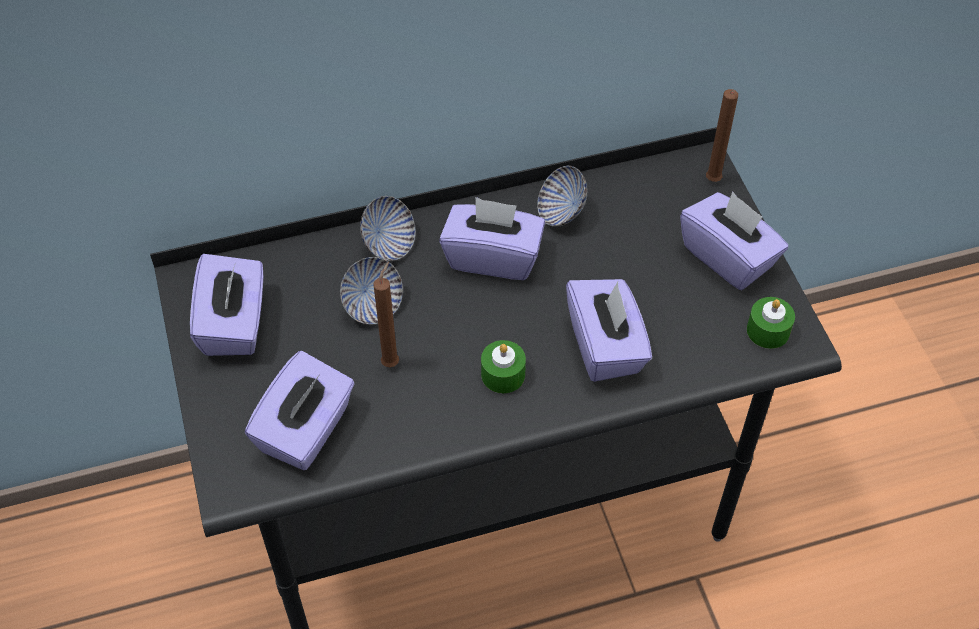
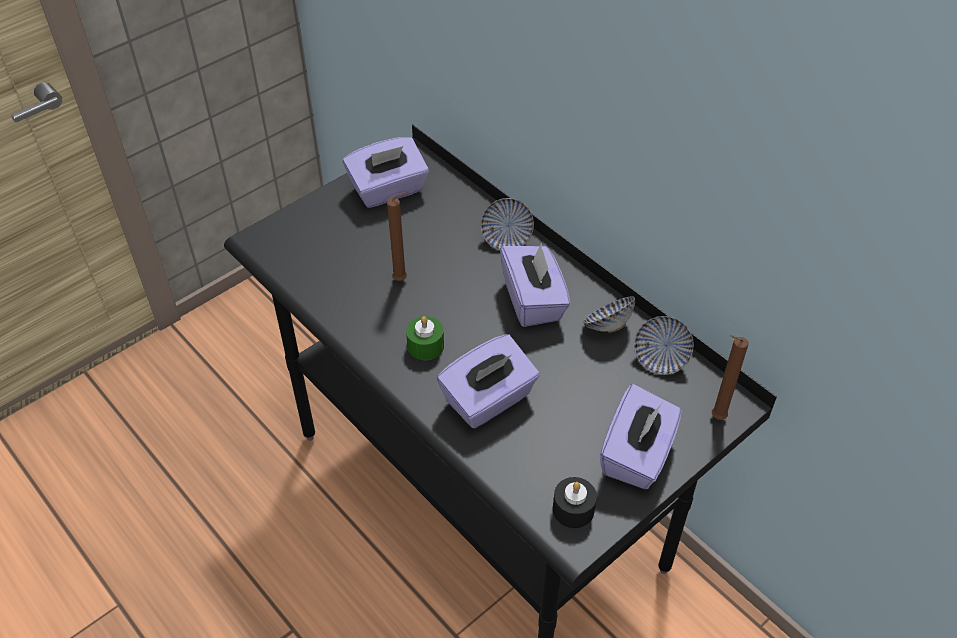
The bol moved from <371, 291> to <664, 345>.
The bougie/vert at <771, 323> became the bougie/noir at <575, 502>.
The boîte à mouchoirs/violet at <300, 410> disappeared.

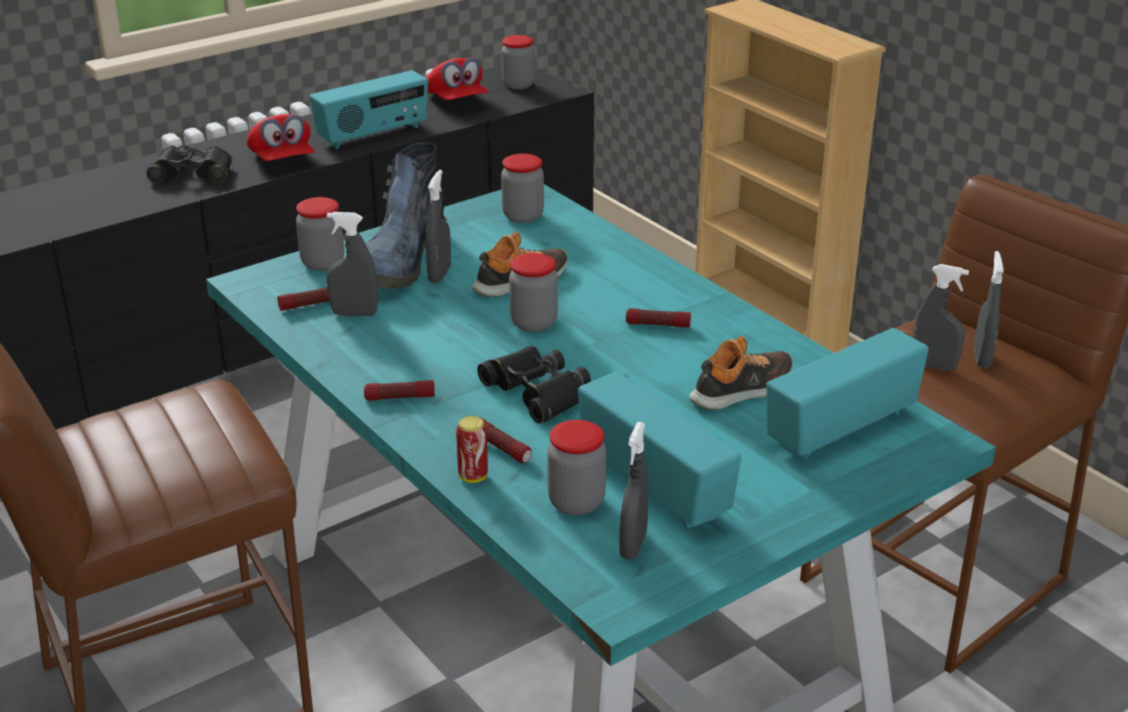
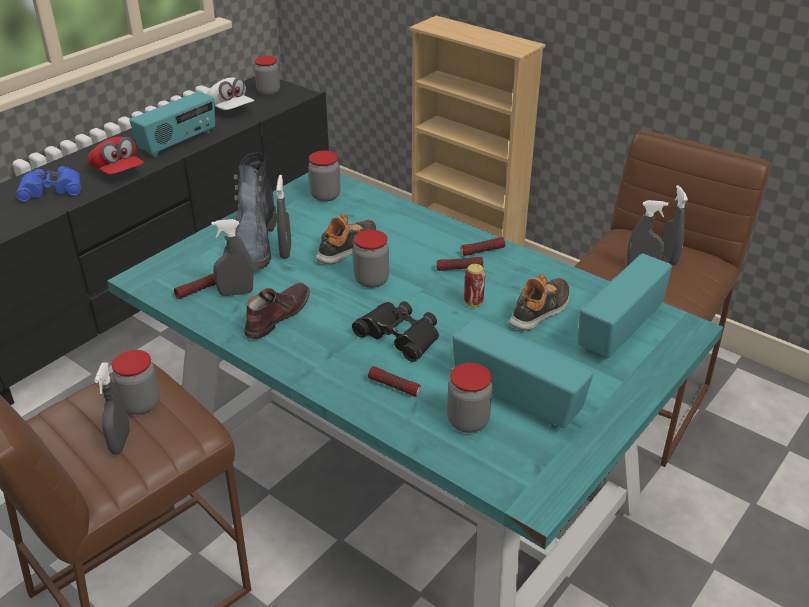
The casquette/rouge at <457, 79> became the casquette/blanc at <229, 93>.
The jumelles/noir at <189, 164> became the jumelles/bleu at <49, 184>.
The bocal moved from <320, 234> to <136, 382>.
The lampe de poche moved from <399, 390> to <482, 246>.
The boîte métallique moved from <472, 449> to <474, 285>.
The vaporisateur/gris moved from <634, 491> to <112, 409>.
The chaussure/marron at <277, 311> appeared.

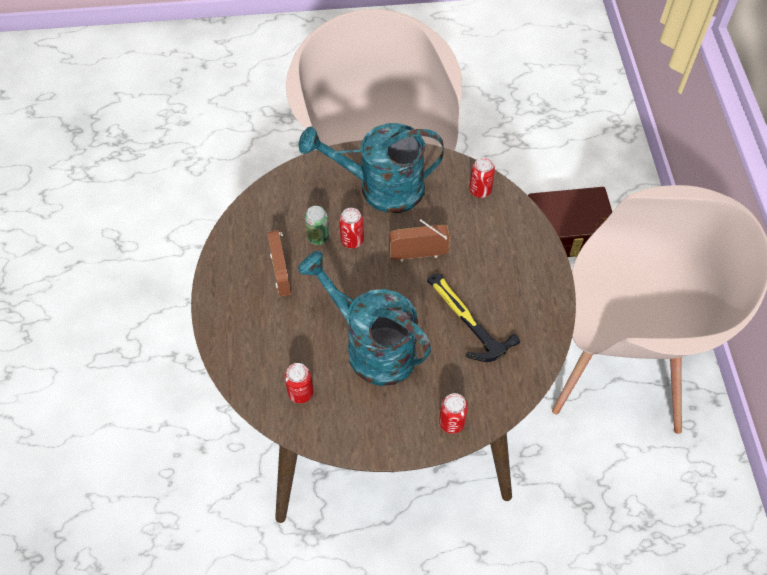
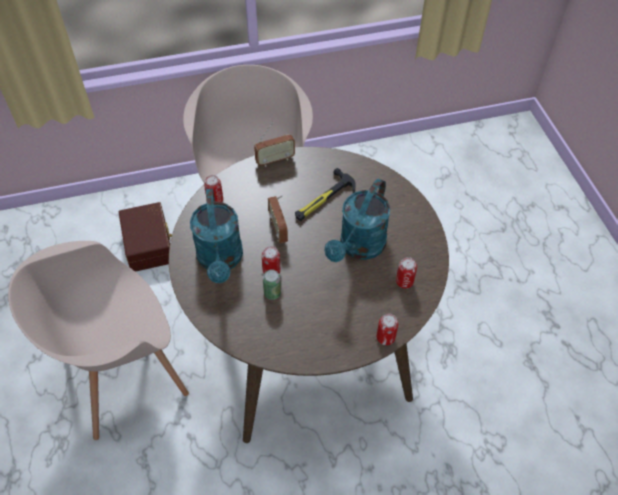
The radio moved from <279, 263> to <274, 144>.
The boîte métallique moved from <453, 413> to <387, 329>.

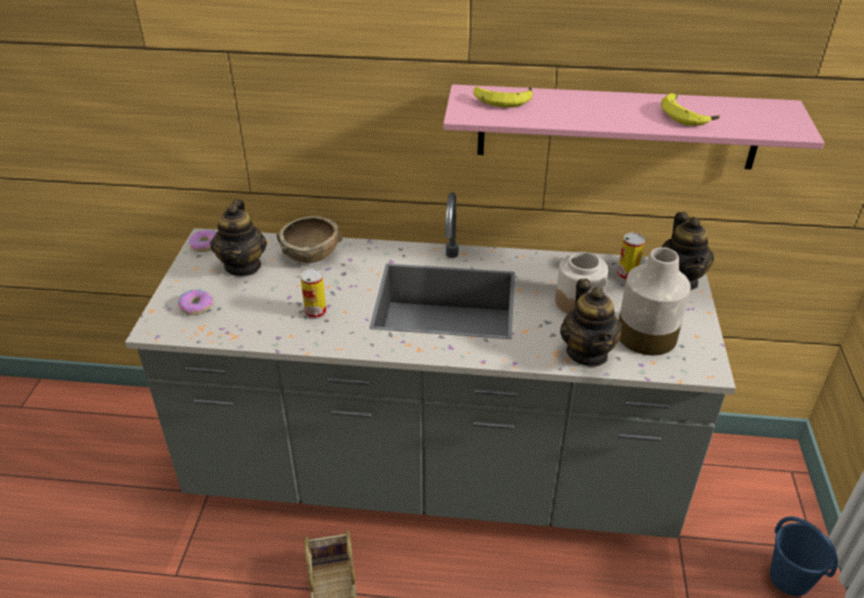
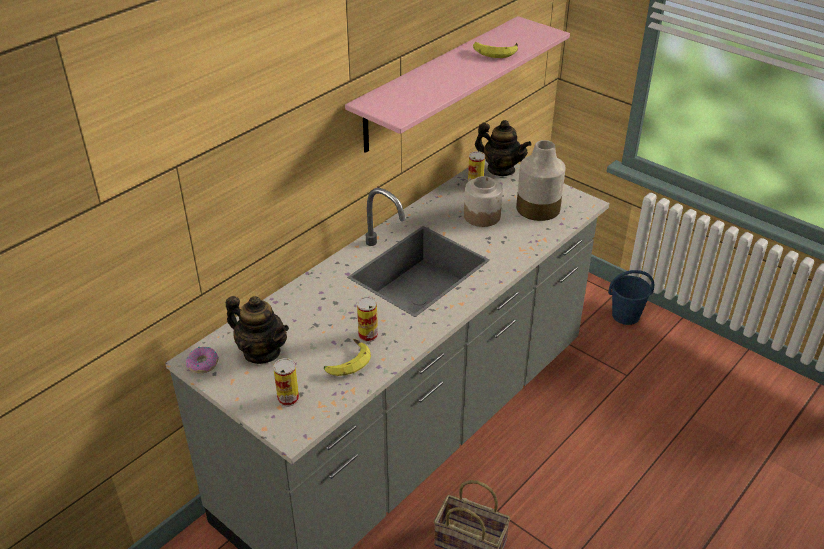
The banane moved from <503, 97> to <347, 357>.
The bol/marron at <309, 239> disappeared.
The théière at <591, 323> disappeared.
The beignet at <195, 302> was replaced by the boîte métallique at <286, 382>.

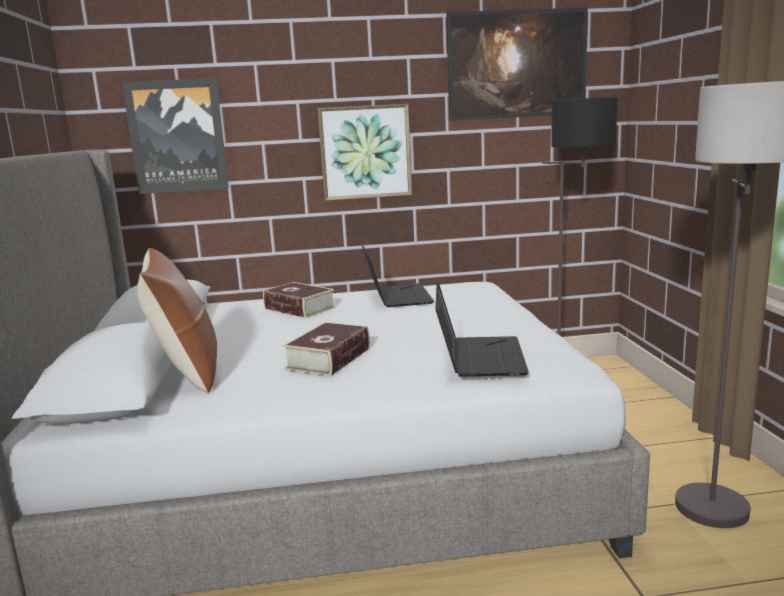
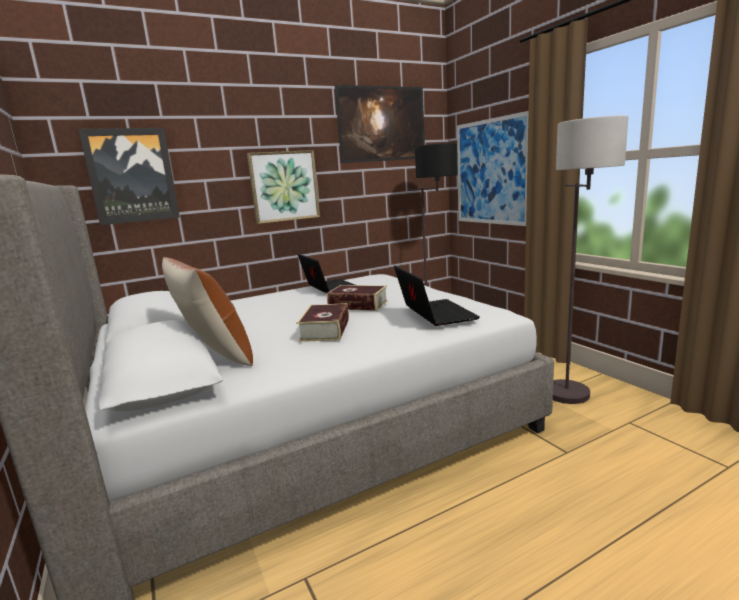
The livre moved from <299, 300> to <357, 298>.
The tableau at <492, 168> appeared.

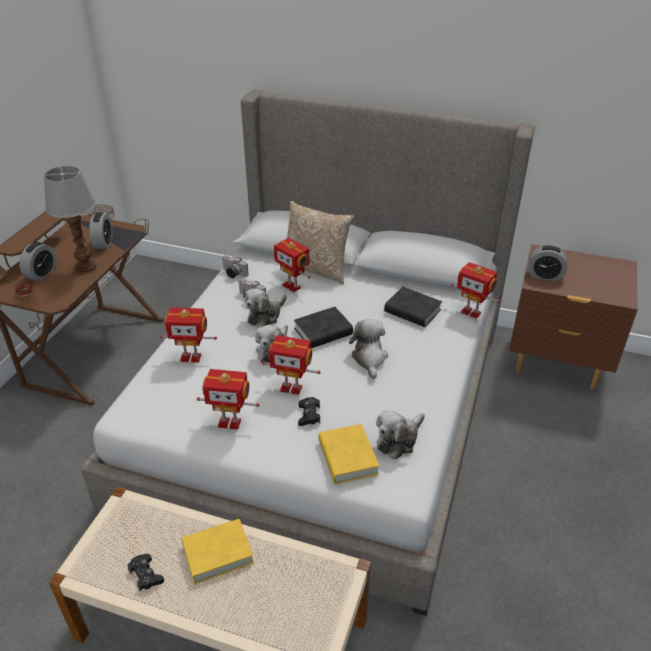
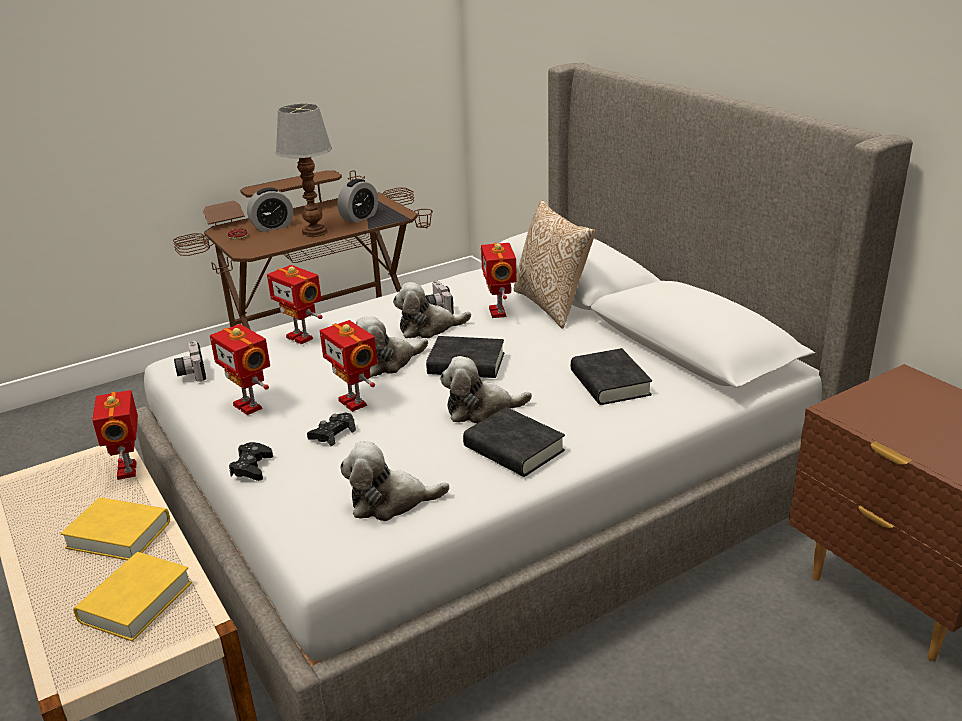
The réveil at <548, 263> disappeared.
The appareil photo moved from <235, 266> to <190, 361>.
The robot jouet moved from <475, 290> to <115, 435>.
The peluche at <368, 349> turned 135 degrees counterclockwise.
The livre/jaune moved from <348, 454> to <132, 597>.
The manette/noir moved from <145, 573> to <251, 461>.
The livre/noir at <514, 442> appeared.

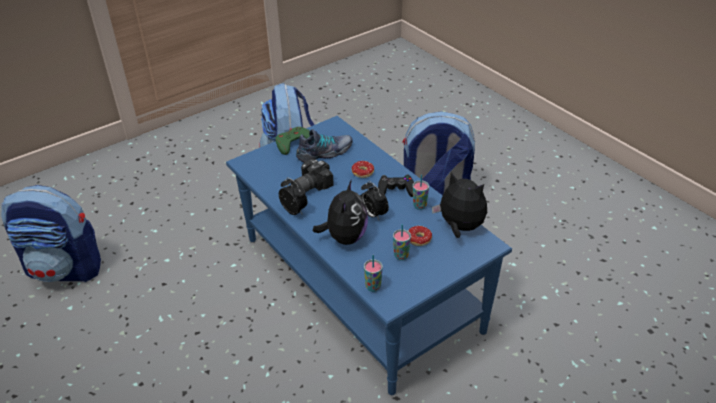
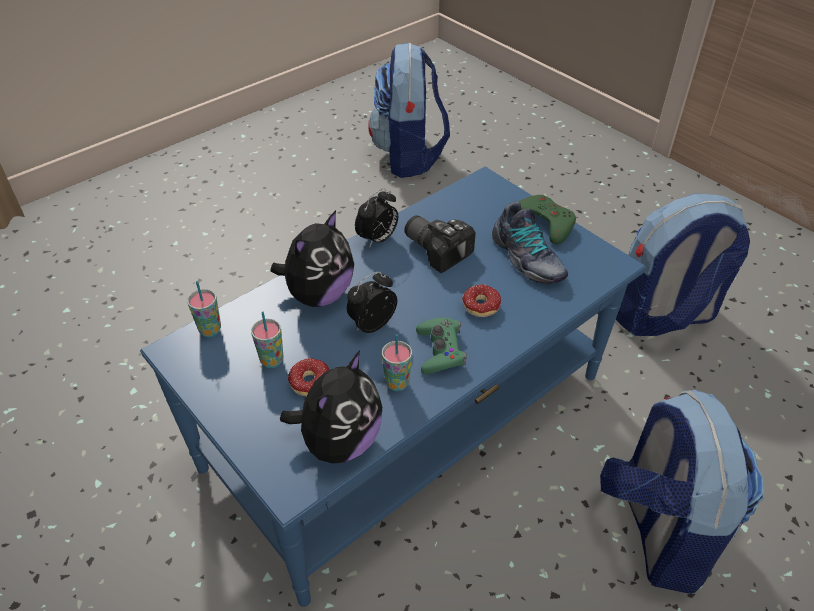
The manette/noir at <396, 186> became the manette/vert at <441, 346>.
The peluche at <340, 212> turned 60 degrees counterclockwise.

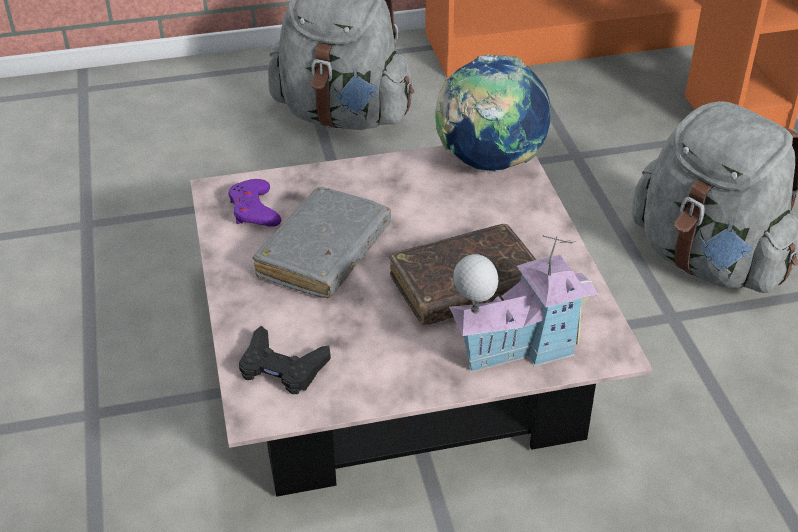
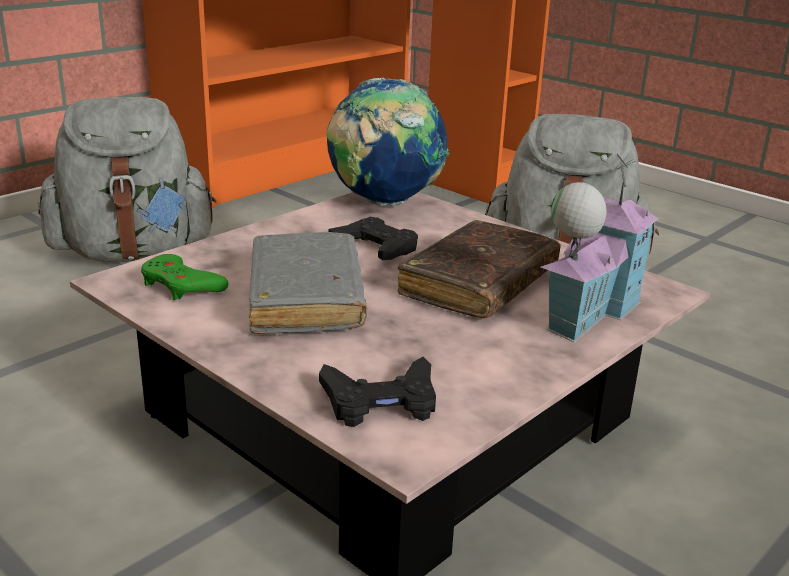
The manette/violet at <254, 203> became the manette/vert at <184, 277>.
The manette/noir at <373, 238> appeared.

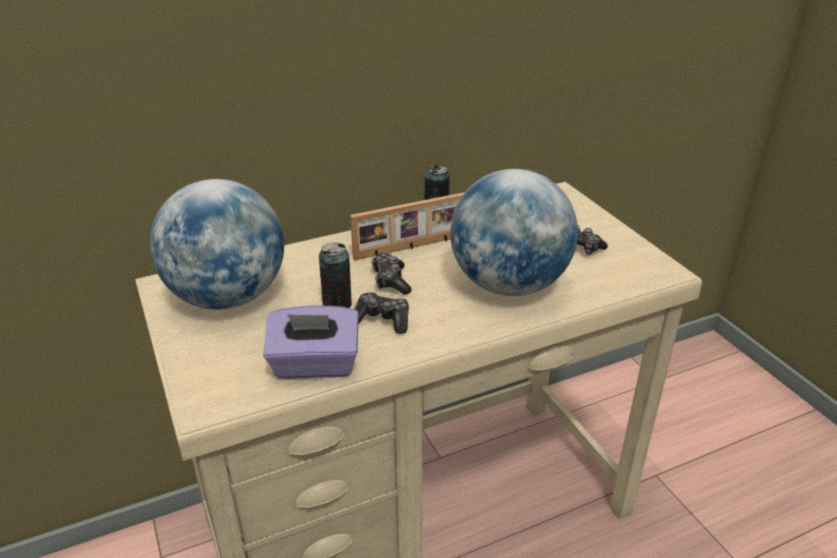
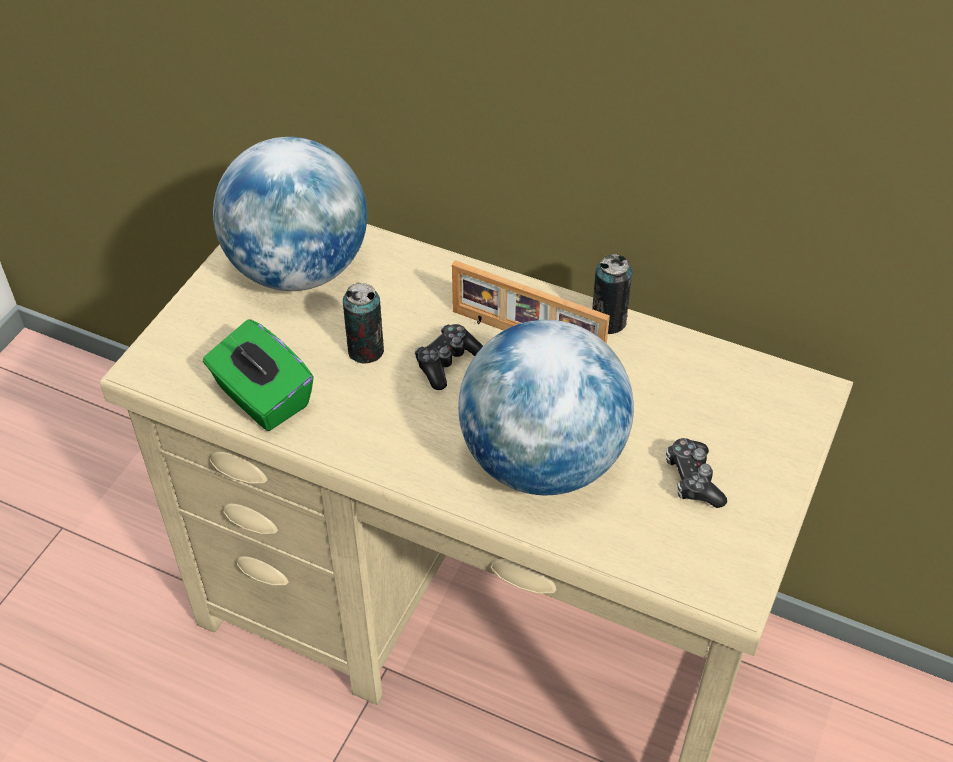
The manette at <381, 313> disappeared.
The boîte à mouchoirs/violet at <311, 342> became the boîte à mouchoirs/vert at <258, 375>.

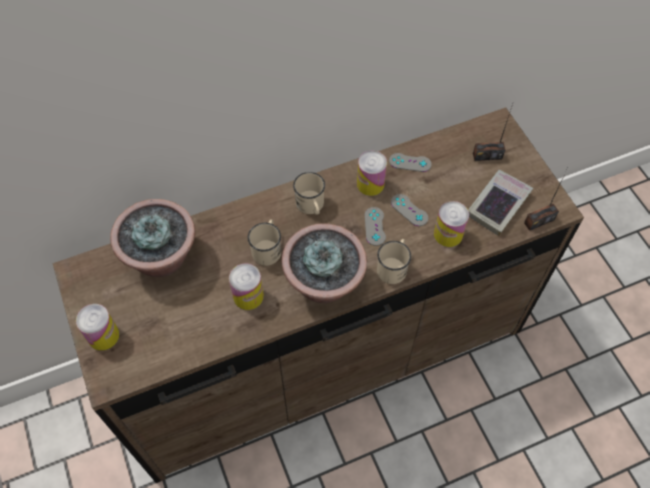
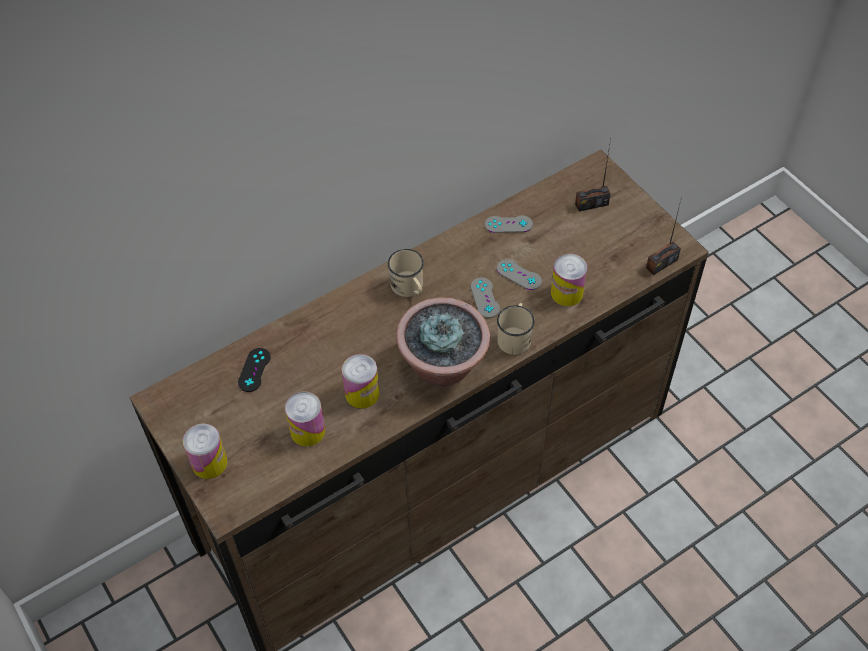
The boîte métallique moved from <372, 173> to <305, 419>.
The livre at <500, 203> disappeared.
The plante en pot at <152, 238> was replaced by the manette/noir at <254, 370>.
The mug/beige at <264, 242> disappeared.

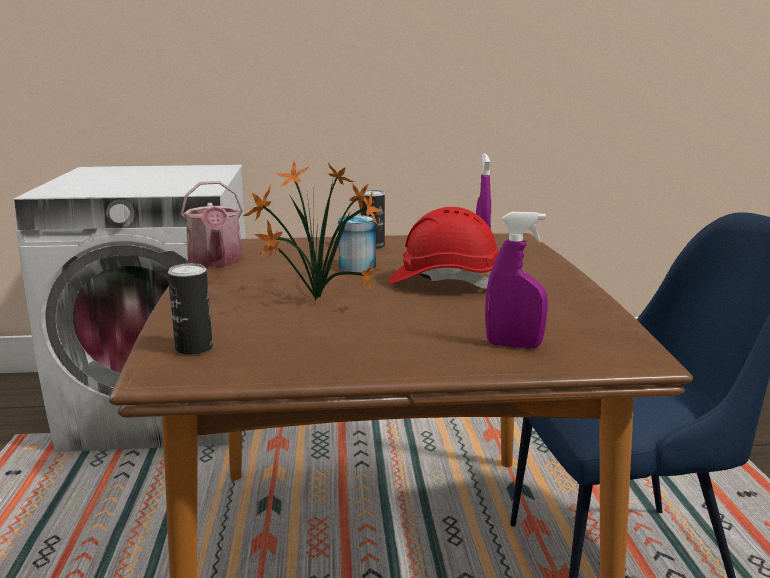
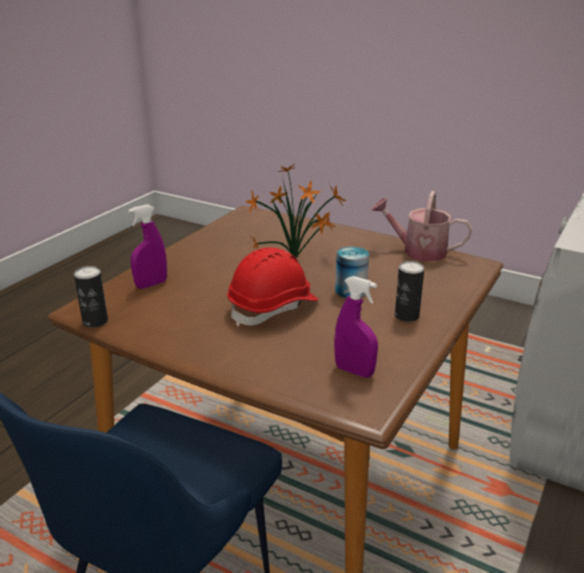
The boîte métallique moved from <190, 309> to <91, 297>.

